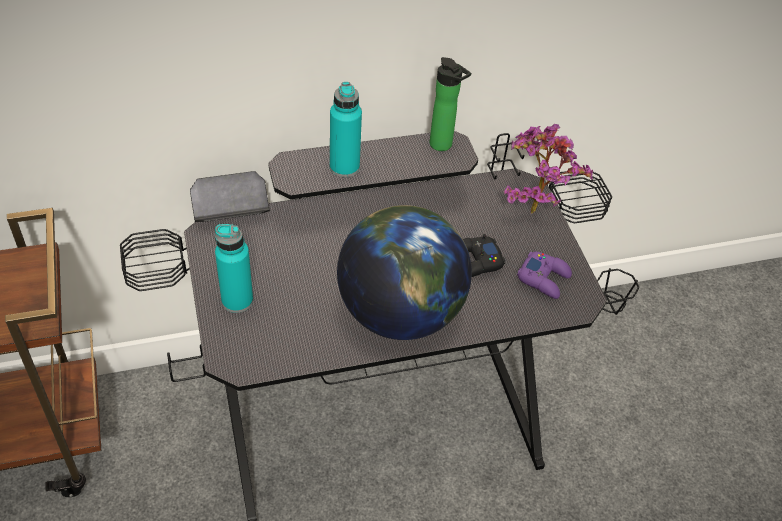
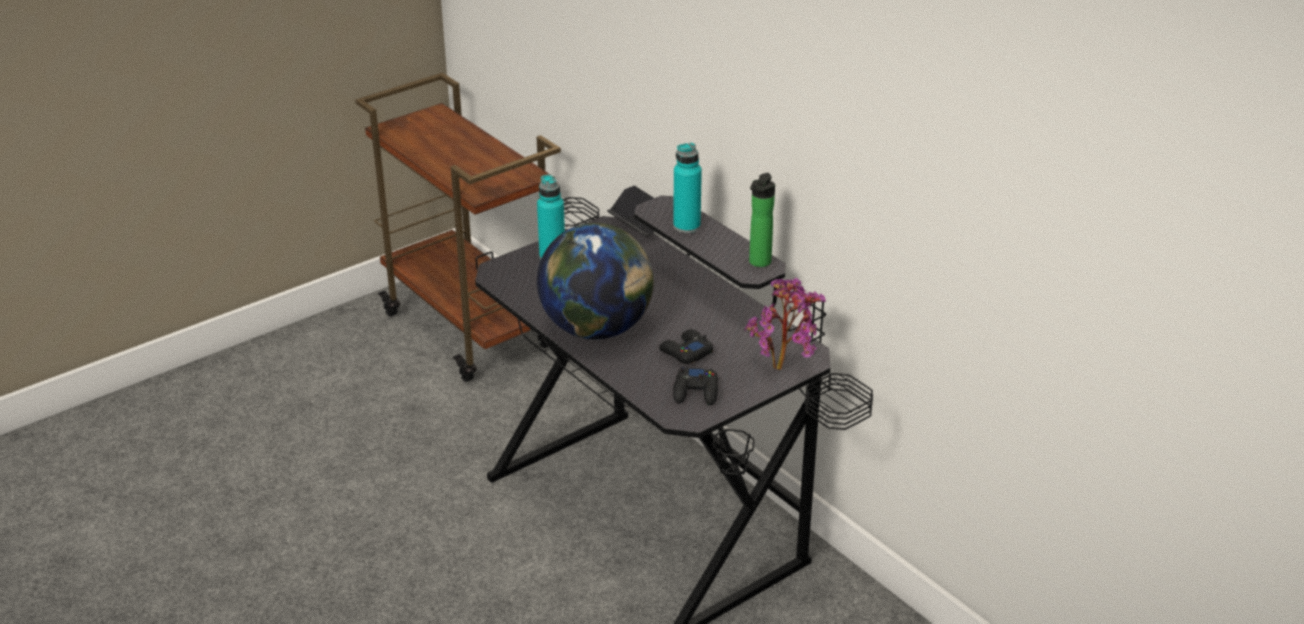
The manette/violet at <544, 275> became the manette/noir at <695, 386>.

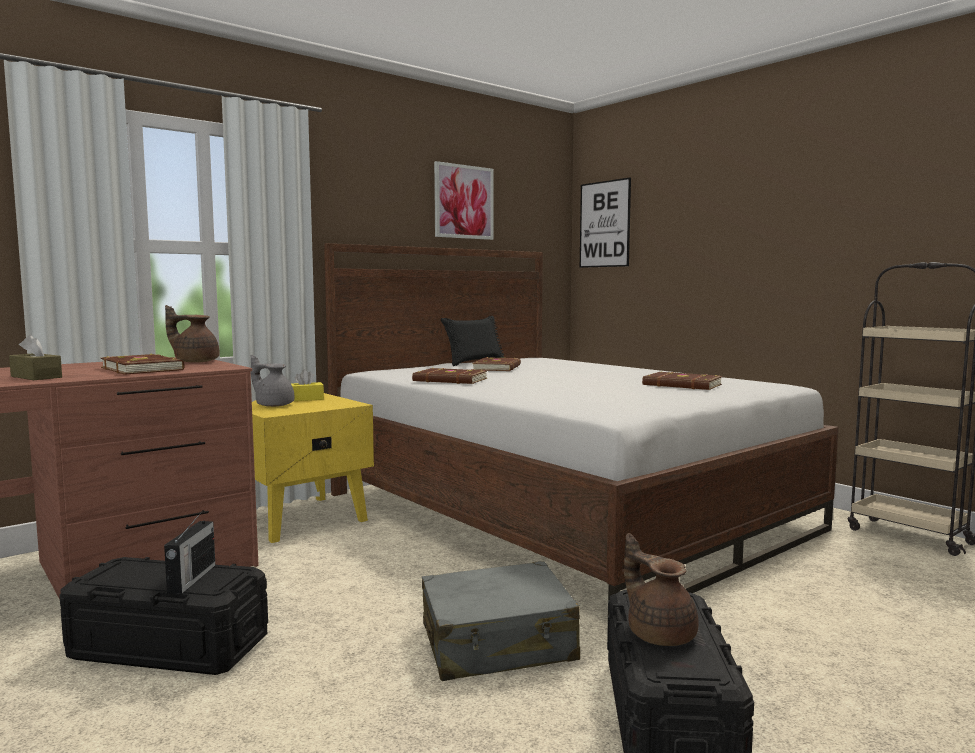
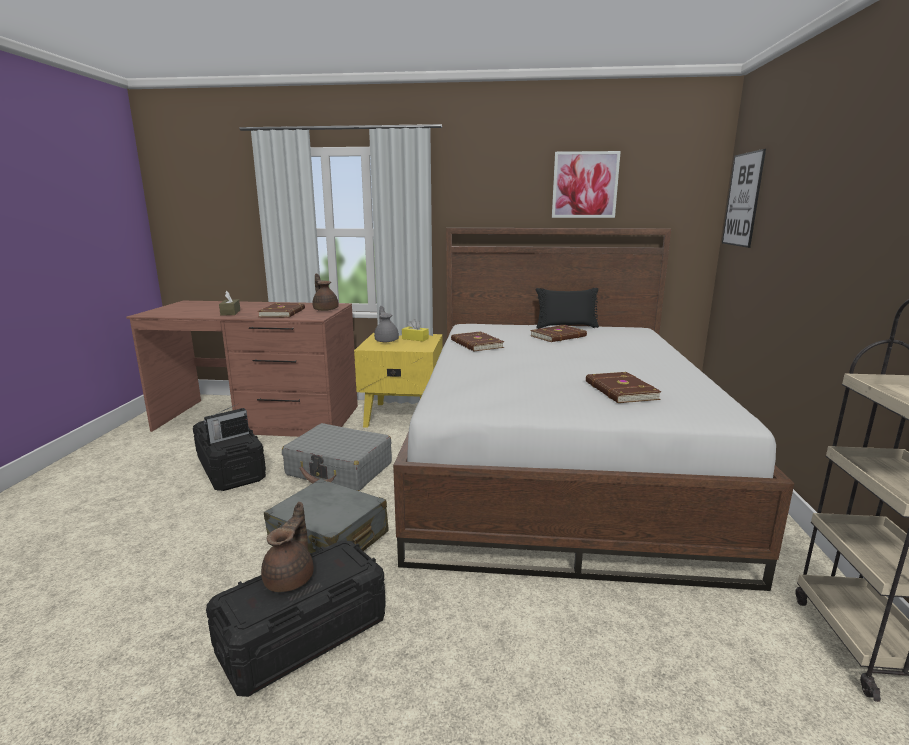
The valise/gris at <337, 457> appeared.

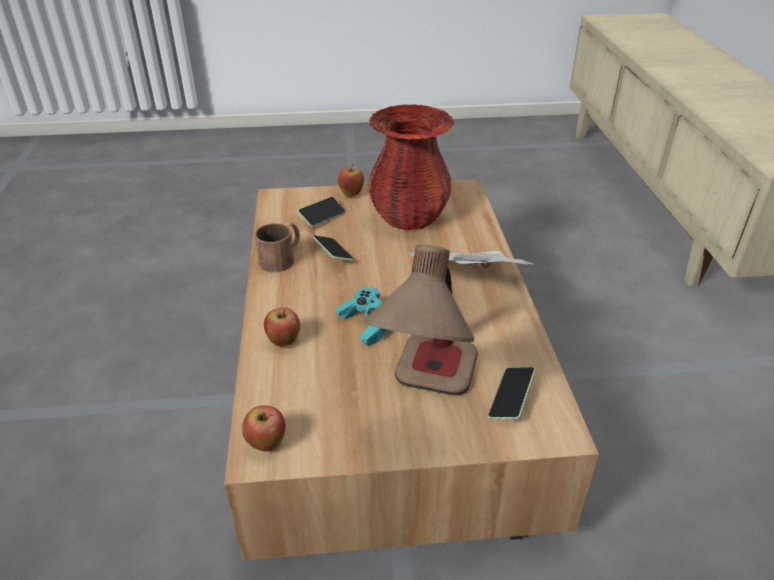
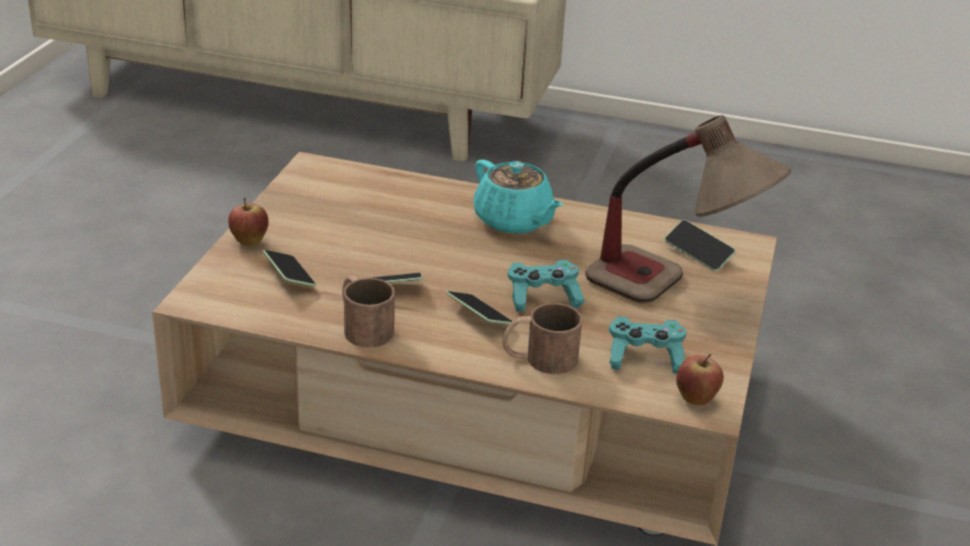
The vase/rouge at <411, 167> disappeared.
The journal at <471, 260> was replaced by the théière/turquoise at <518, 197>.
The pomme at <282, 327> was replaced by the mug/marron at <542, 338>.
The téléphone at <479, 307> appeared.
The manette/turquoise at <647, 345> appeared.

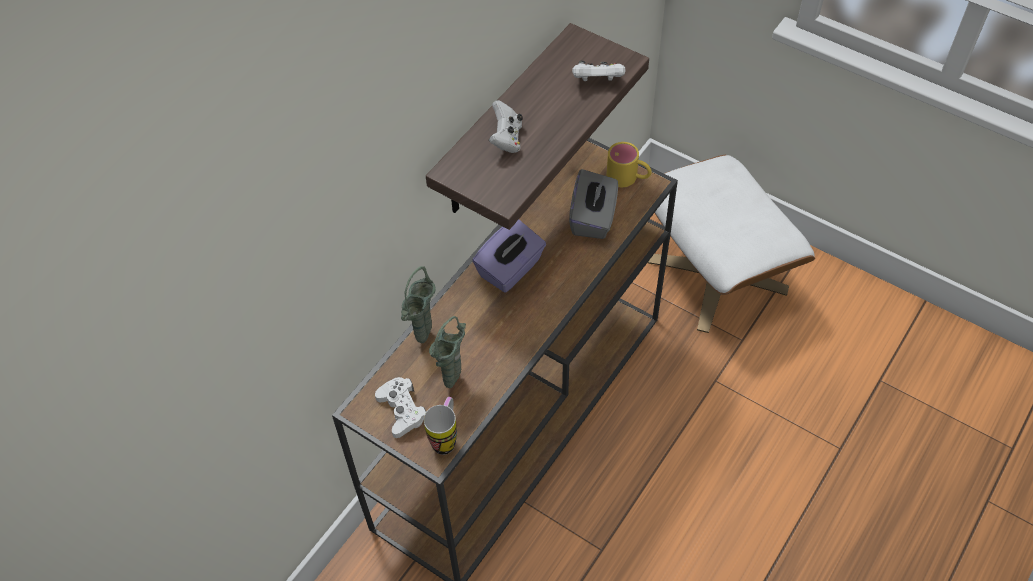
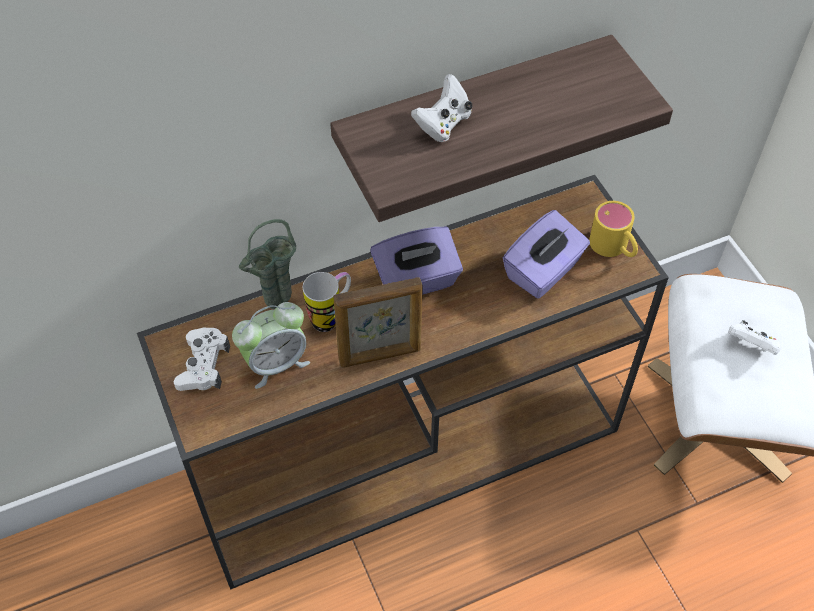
The manette/blanc moved from <599, 71> to <754, 337>.
The boîte à mouchoirs/gris at <593, 204> became the boîte à mouchoirs/violet at <546, 254>.
The vase/vert at <447, 352> was replaced by the réveil at <271, 345>.
The mug moved from <440, 426> to <327, 302>.
The cadre photo at <377, 322> appeared.

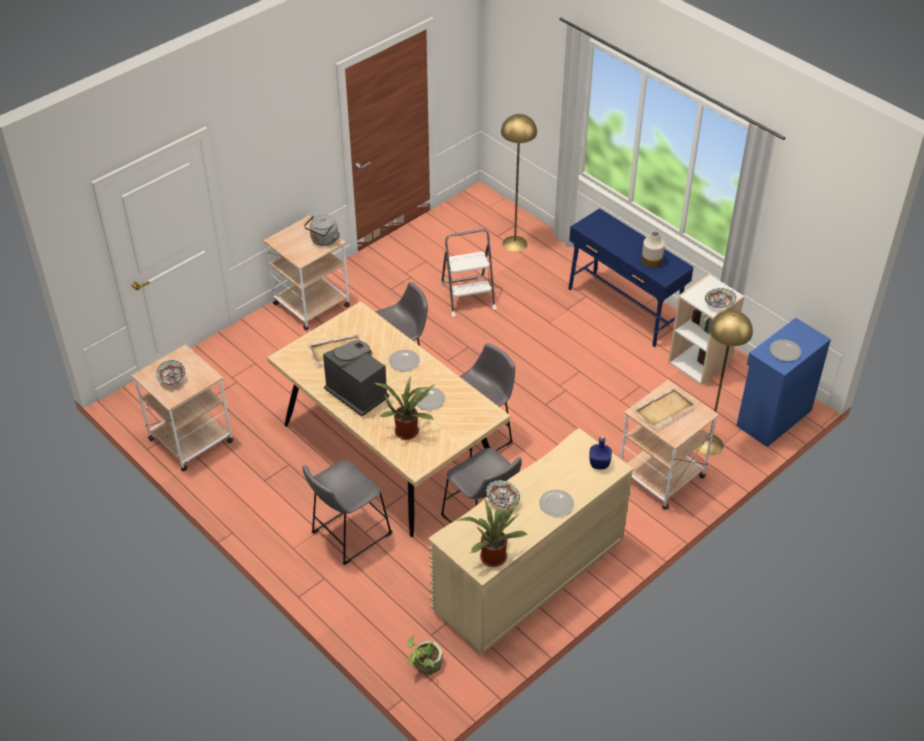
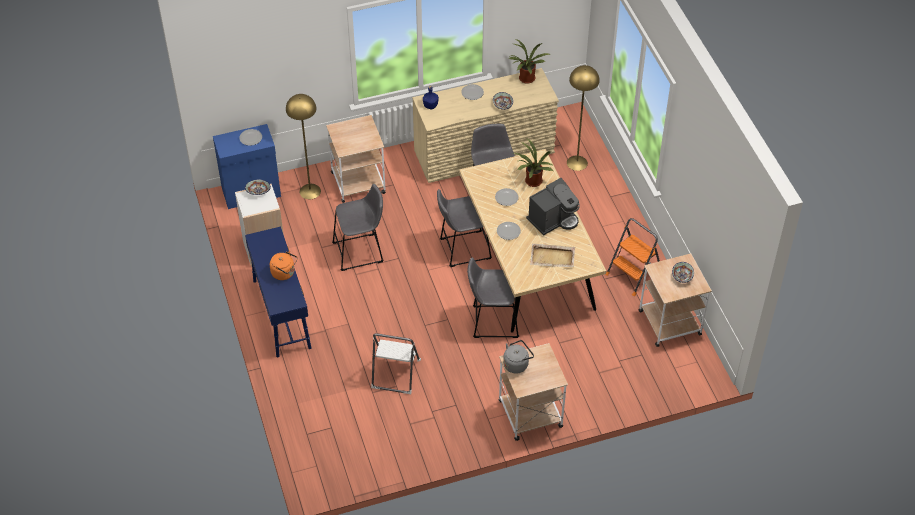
The lampadaire/jaune moved from <519, 183> to <583, 118>.
The vase/beige at <653, 249> disappeared.
The machine à café at <356, 378> turned 105 degrees counterclockwise.
The plateau/beige at <664, 408> disappeared.
The tabouret/gris moved from <347, 512> to <358, 227>.
The plante en pot at <425, 655> disappeared.
The escabeau/orange at <632, 257> appeared.
The bouilloire/orange at <284, 265> appeared.

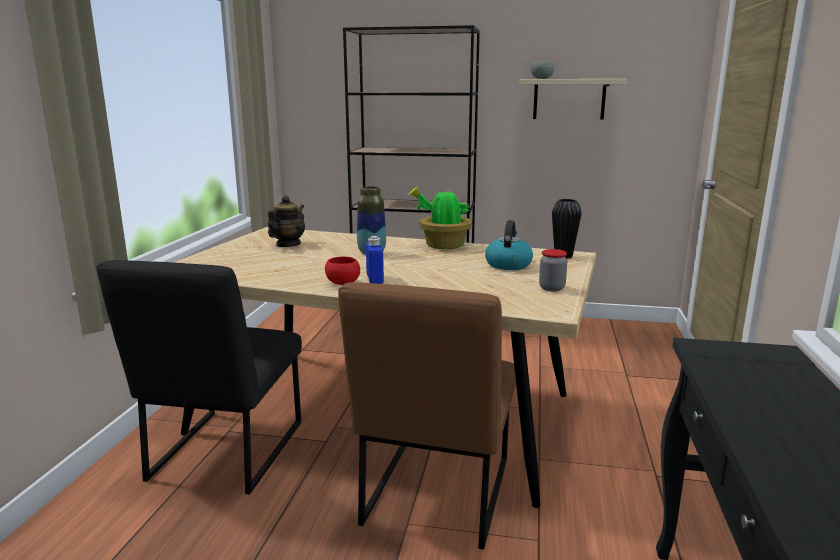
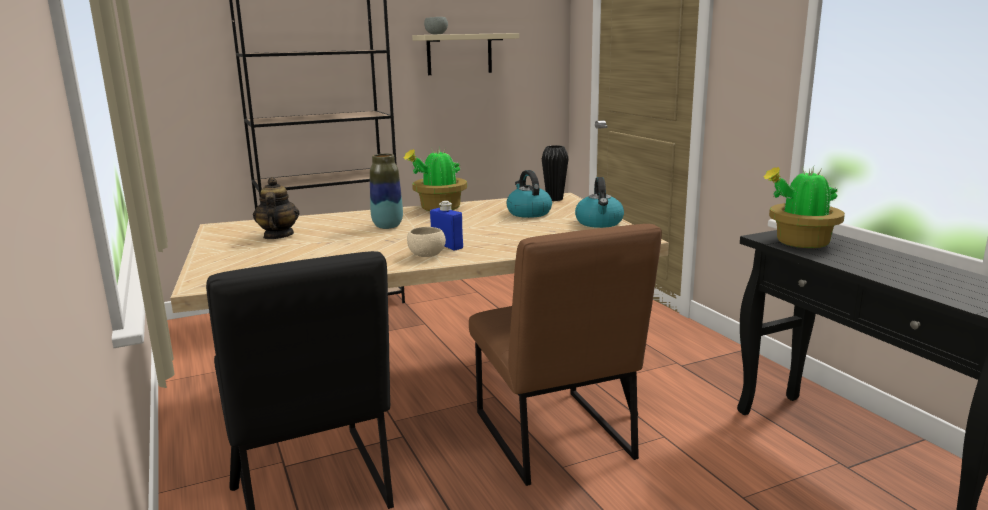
The bocal at <553, 270> was replaced by the bouilloire at <599, 202>.
The bol/rouge at <342, 271> became the bol/beige at <426, 242>.
The plante en pot at <804, 207> appeared.

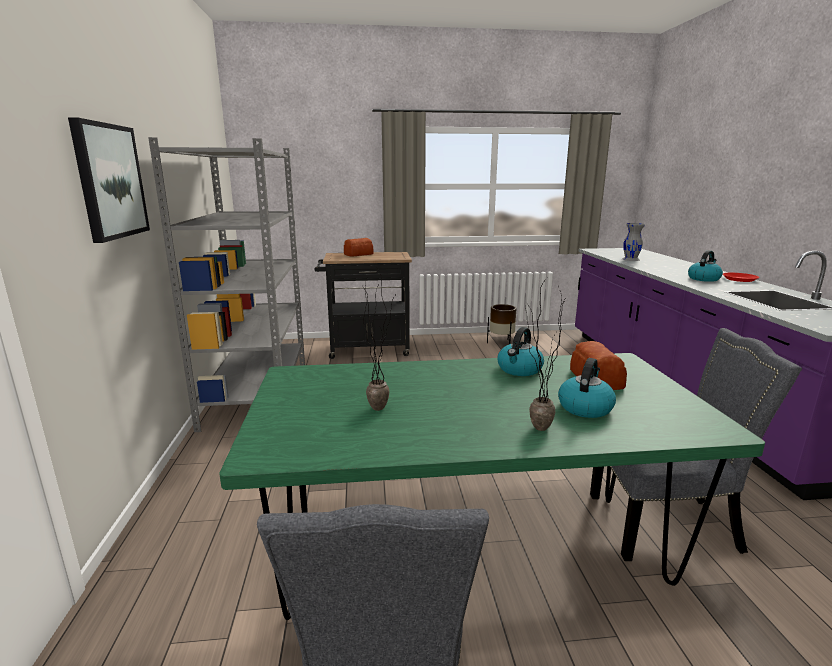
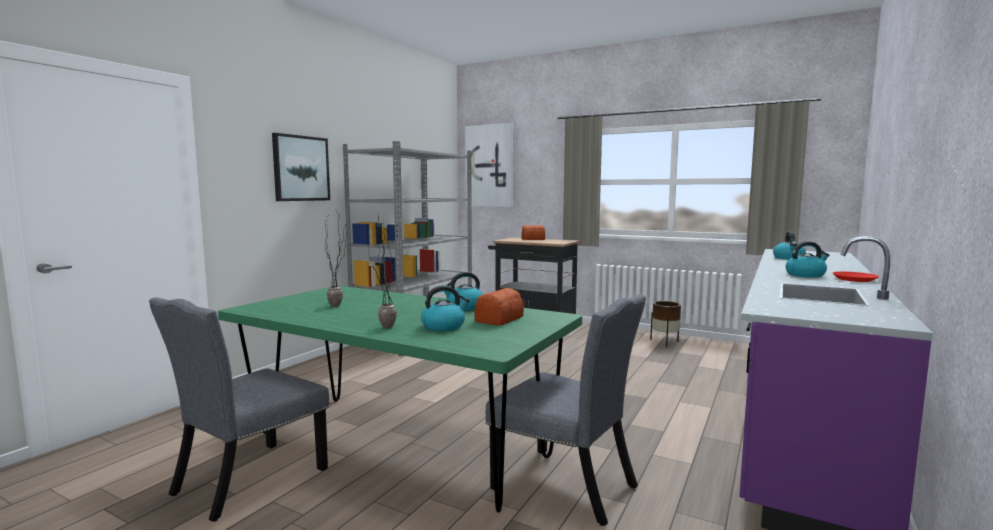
The vase/gris at <633, 242> was replaced by the bouilloire at <789, 245>.
The tableau at <489, 165> appeared.

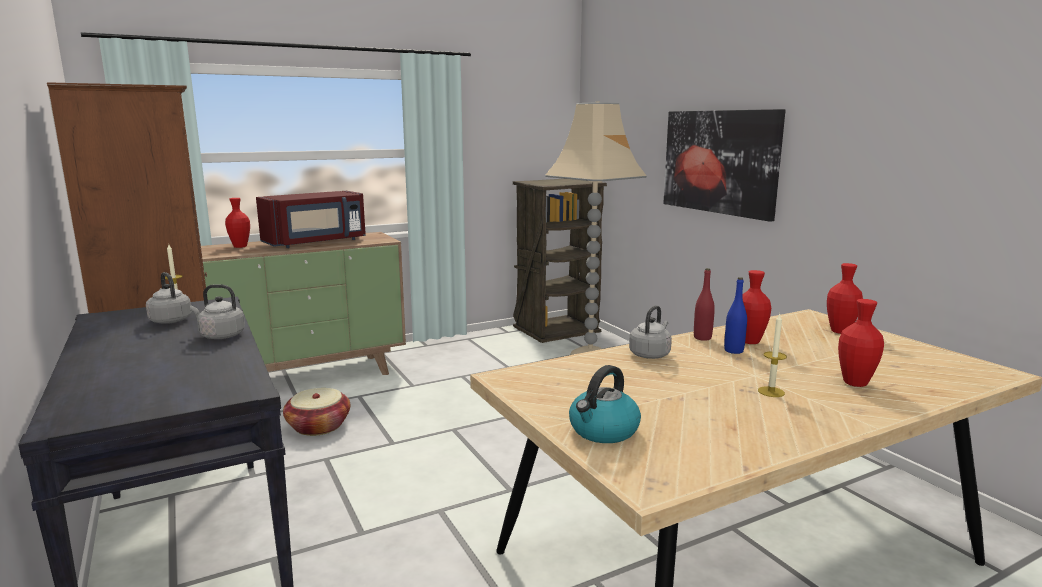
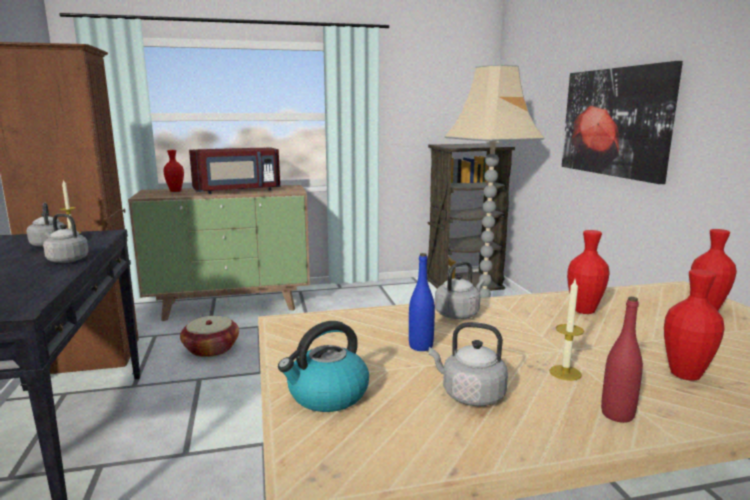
The bouteille/rouge moved from <704, 304> to <622, 360>.
The bouteille/bleu moved from <735, 315> to <422, 302>.
The bouilloire/gris at <468, 364> appeared.

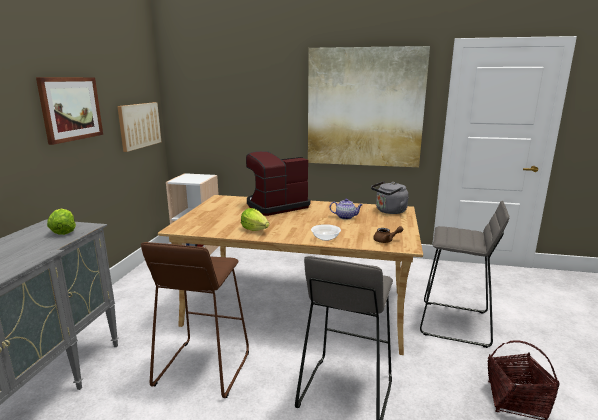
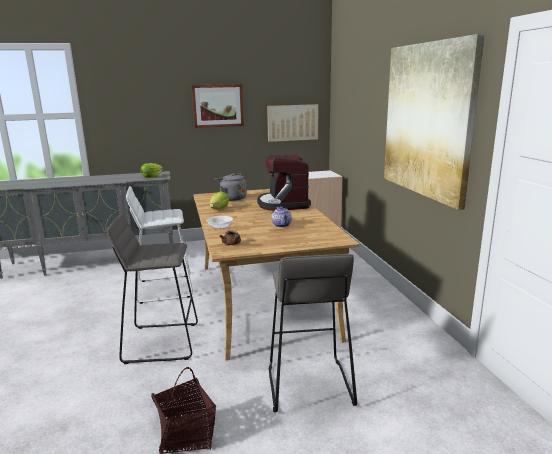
The machine à café at <278, 183> turned 135 degrees counterclockwise.
The bouilloire/gris moved from <390, 197> to <230, 187>.
The tabouret/marron at <195, 320> became the tabouret/blanc at <159, 245>.

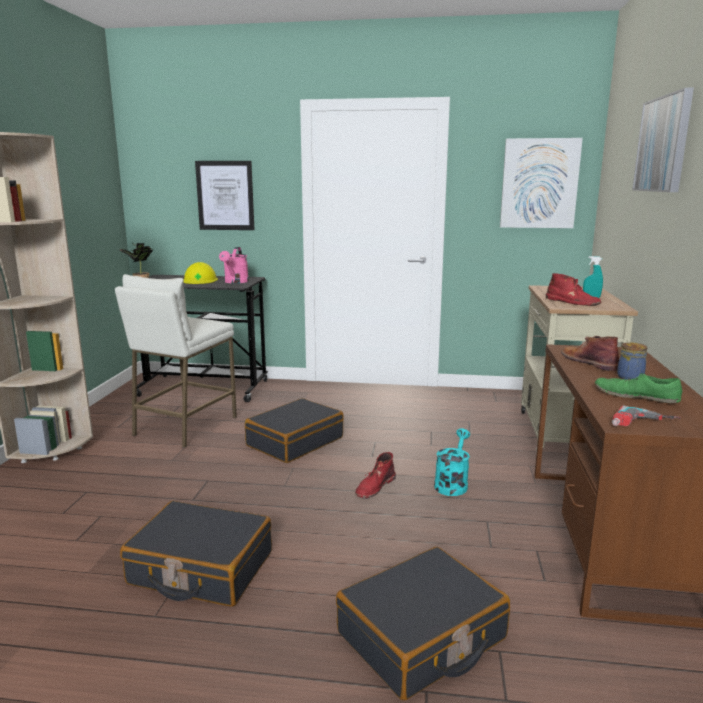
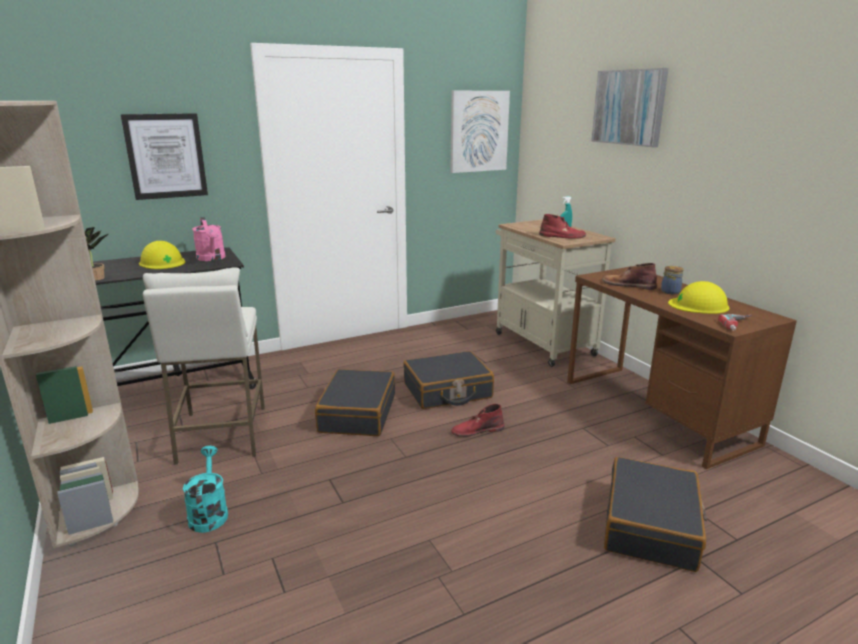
The chaussure/vert at <638, 388> was replaced by the casque de chantier/jaune at <699, 297>.
The arrosoir/turquoise moved from <452, 462> to <205, 489>.
The botte/rouge at <375, 475> turned 75 degrees clockwise.
The valise/noir moved from <196, 554> to <448, 380>.

